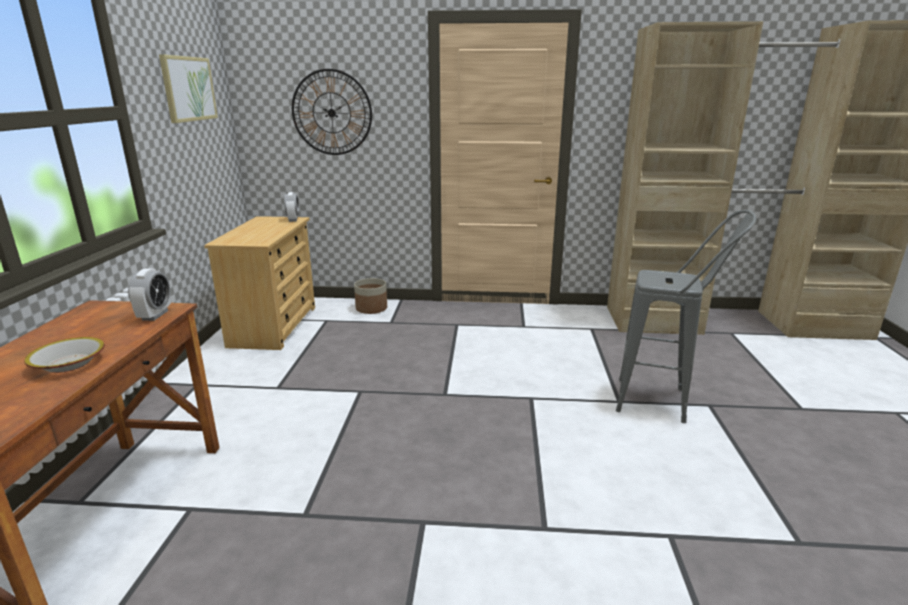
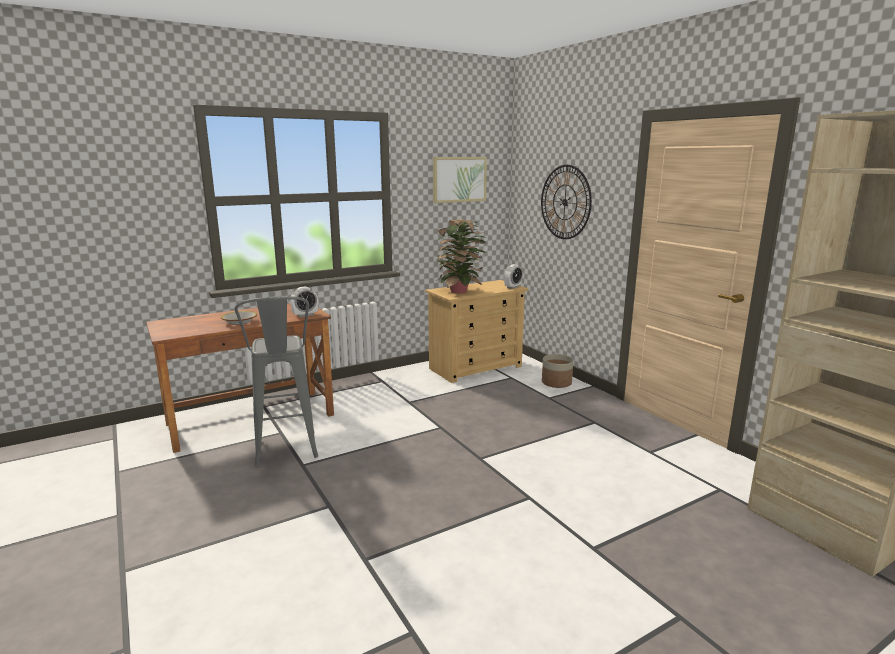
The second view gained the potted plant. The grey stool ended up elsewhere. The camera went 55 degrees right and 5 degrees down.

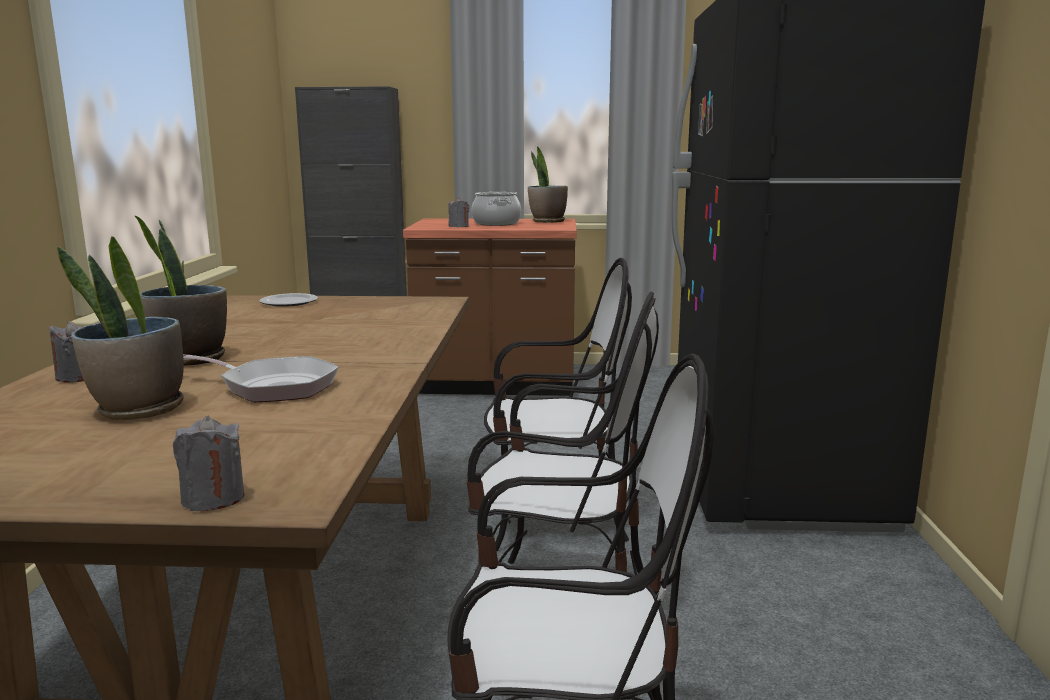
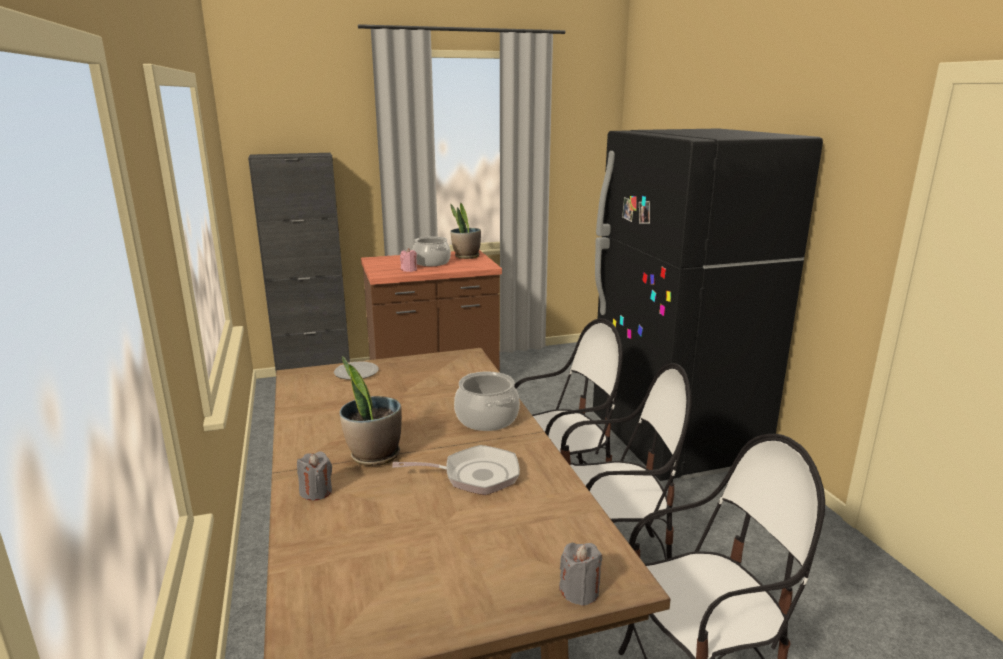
The second view lost the potted plant (no. 1 from left). The second view gained the stockpot (no. 2 from left). What was the grey wax light (no. 3 from left) turned into the pink-coloured wax light. The camera went 20 degrees left and 5 degrees up.

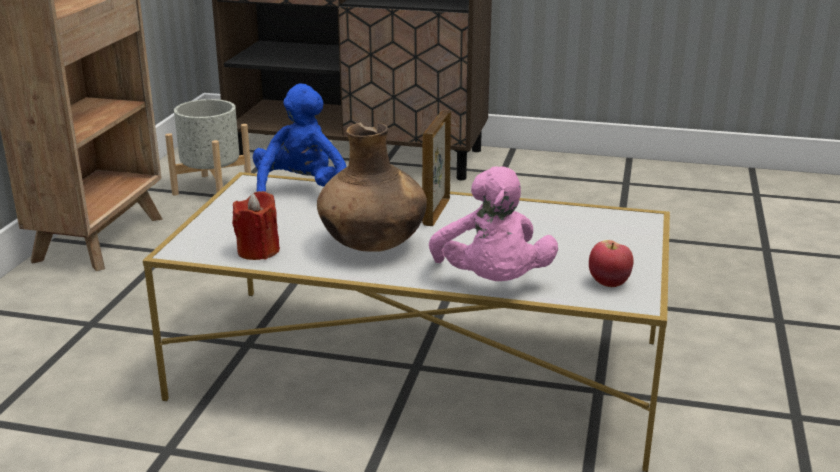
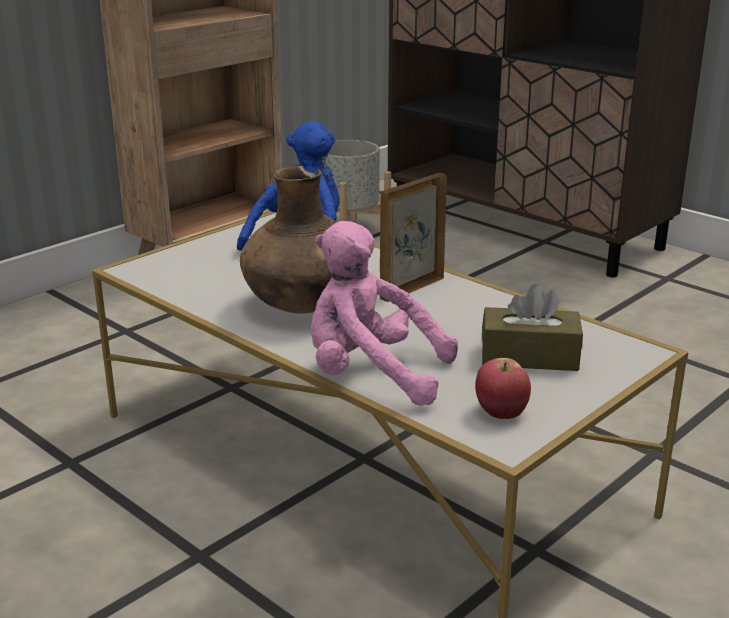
The second view lost the red-coloured wax light. The second view gained the brownish tissue box. The pink-coloured soft toy ended up facing another way, 90 degrees clockwise from before. The camera went 30 degrees right and 0 degrees up.

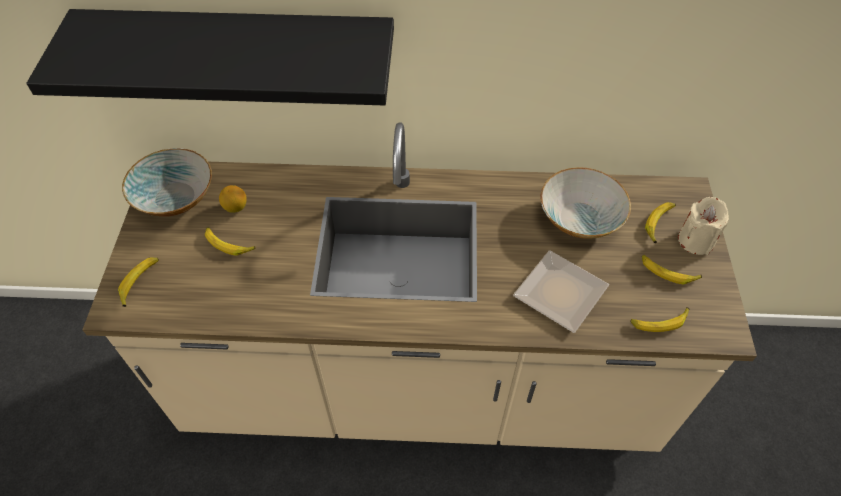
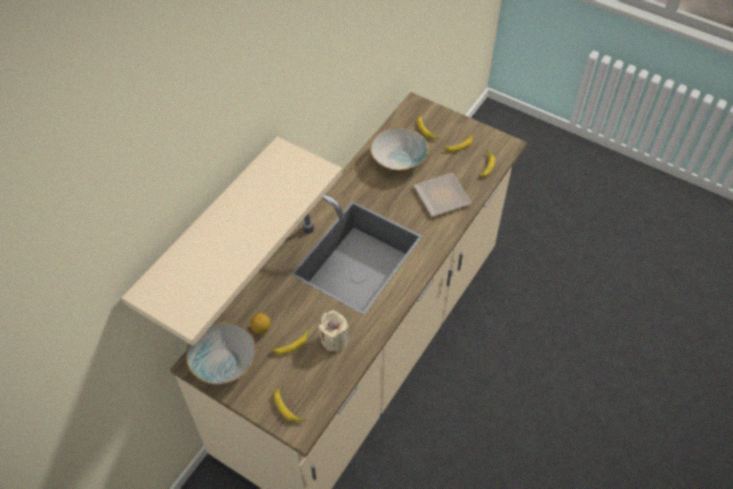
The beige-coloured wax light ended up elsewhere. What was the black-coloured bracket shelf turned into the beige-coloured bracket shelf. The camera went 60 degrees left and 0 degrees up.

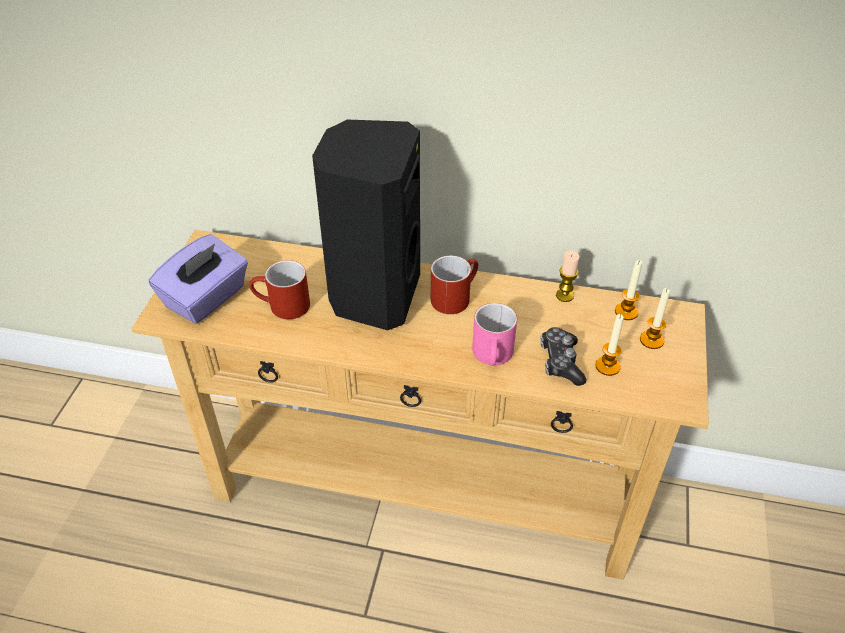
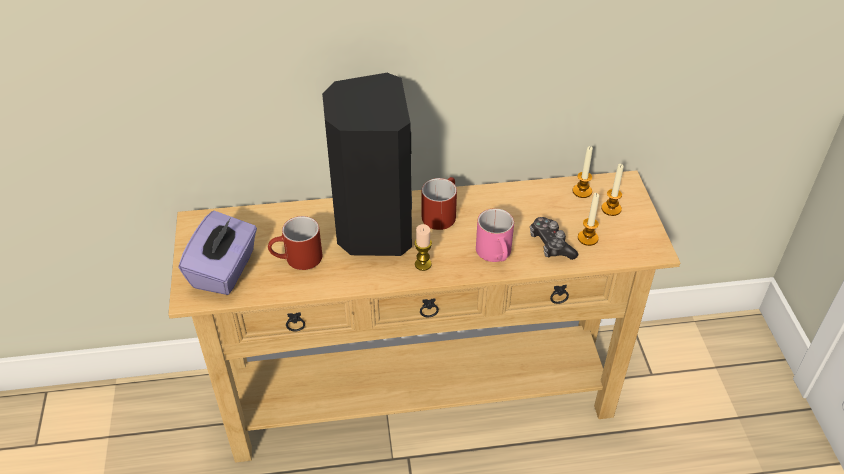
The wax light (no. 1 from left) ended up elsewhere. The camera went 20 degrees left and 0 degrees up.

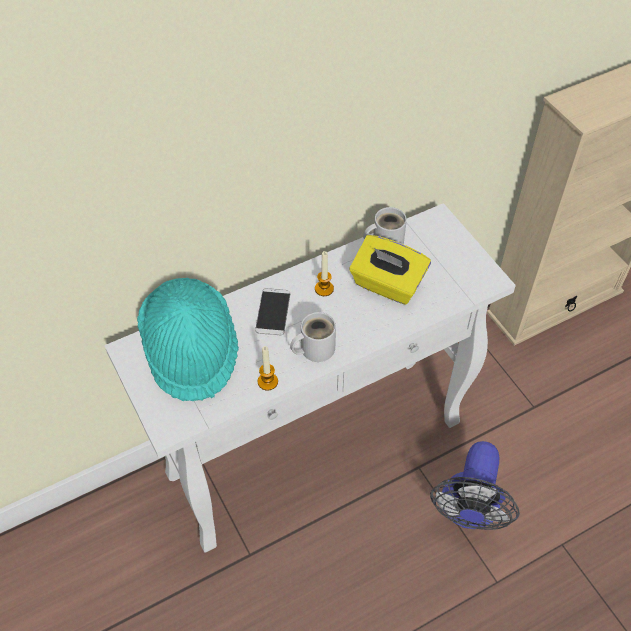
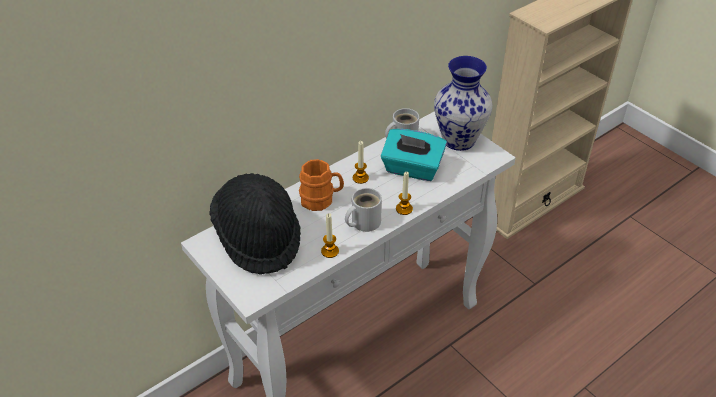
The second view lost the electric fan. The second view gained the wax light (no. 3 from left). The second view gained the vase. Where the handset stood, the orange tea mug came to stand. What was the turquoise wearable hat turned into the black-coloured wearable hat. What was the yellowish tissue box turned into the turquoise tissue box. The camera went 10 degrees left and 10 degrees down.

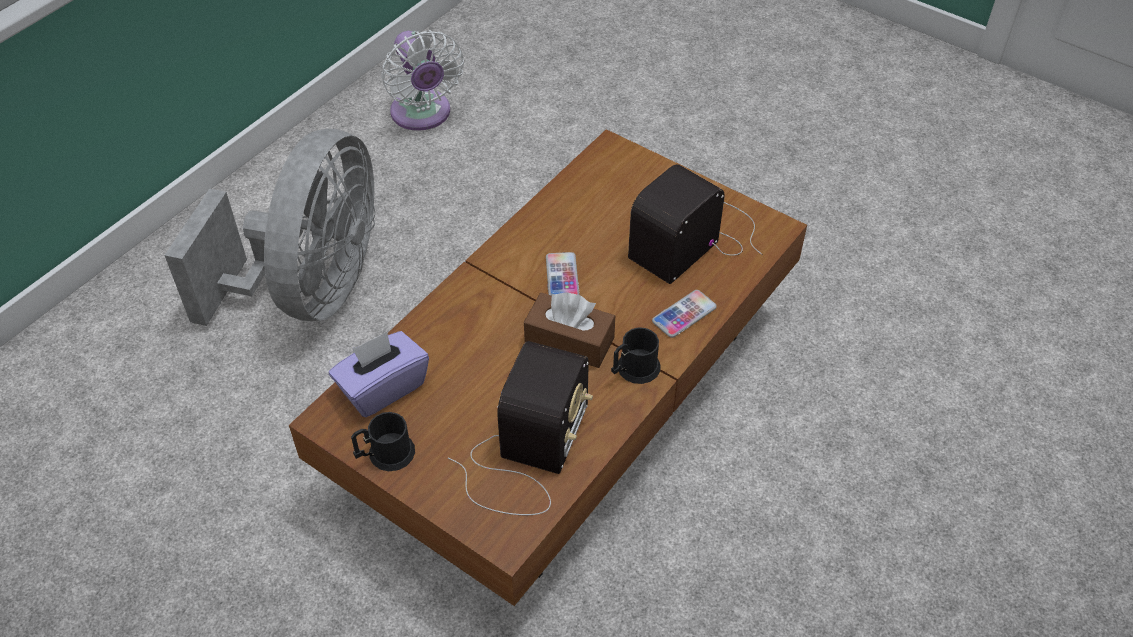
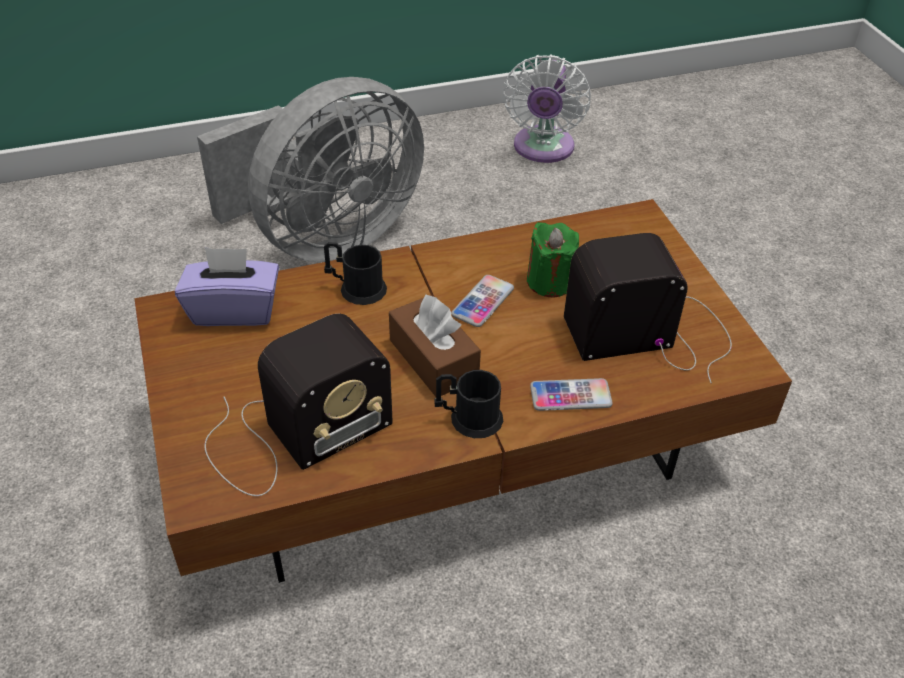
The second view gained the green-coloured wax light. The black-coloured tea mug (no. 1 from left) ended up elsewhere. The camera went 35 degrees right and 5 degrees down.

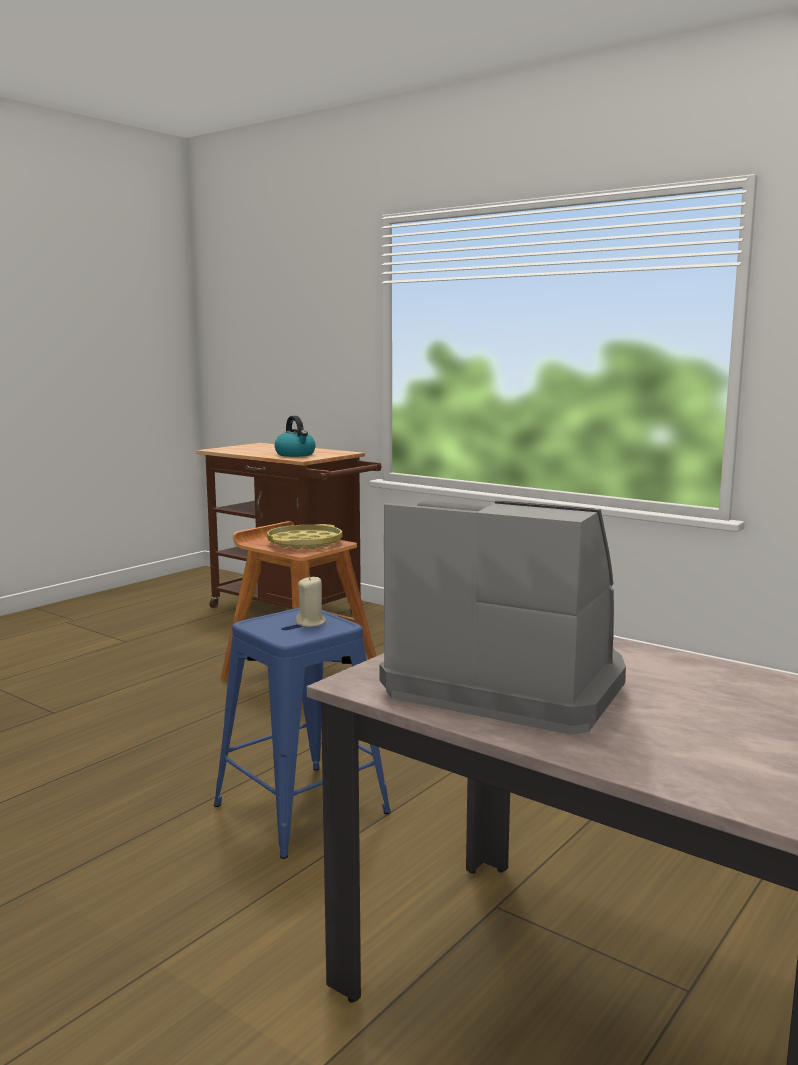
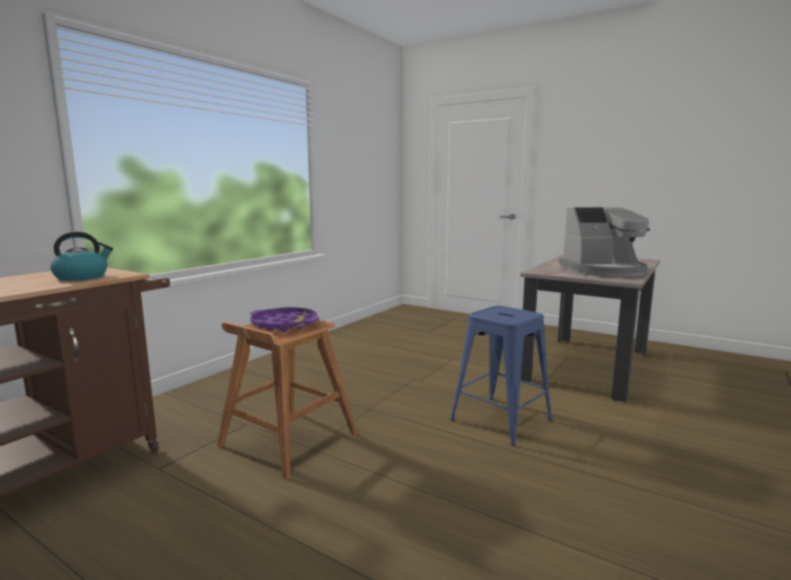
The second view lost the beige-coloured wax light. What was the yellowish serving tray turned into the purplish serving tray. The coffee brewer ended up facing another way, 120 degrees counterclockwise from before. The camera went 95 degrees left and 0 degrees up.

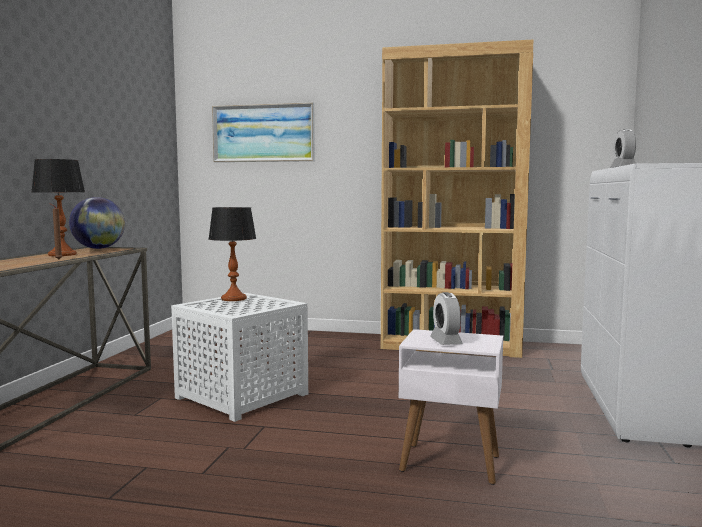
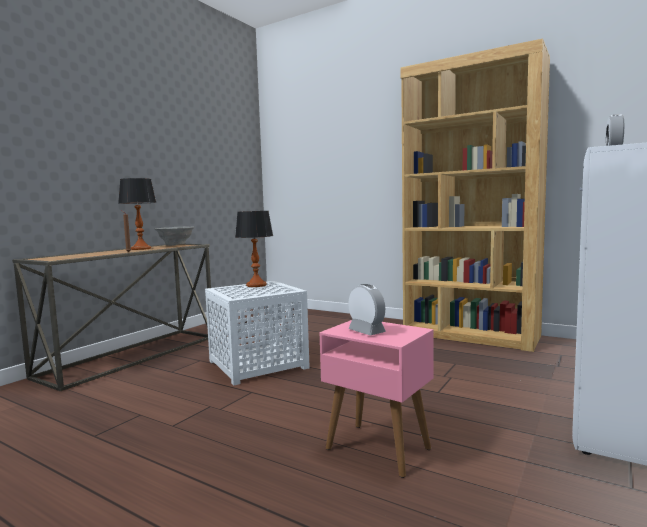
The second view lost the picture. Where the world globe stood, the grey serving bowl came to stand. What was the whitish side table (no. 2 from left) turned into the pink-coloured side table. The table clock (no. 1 from left) ended up facing another way, 135 degrees clockwise from before. The camera went 20 degrees right and 0 degrees up.

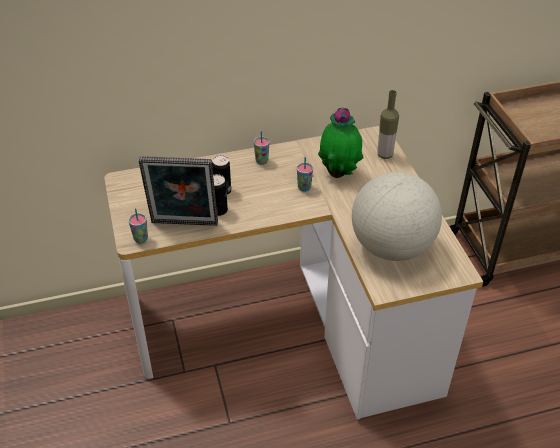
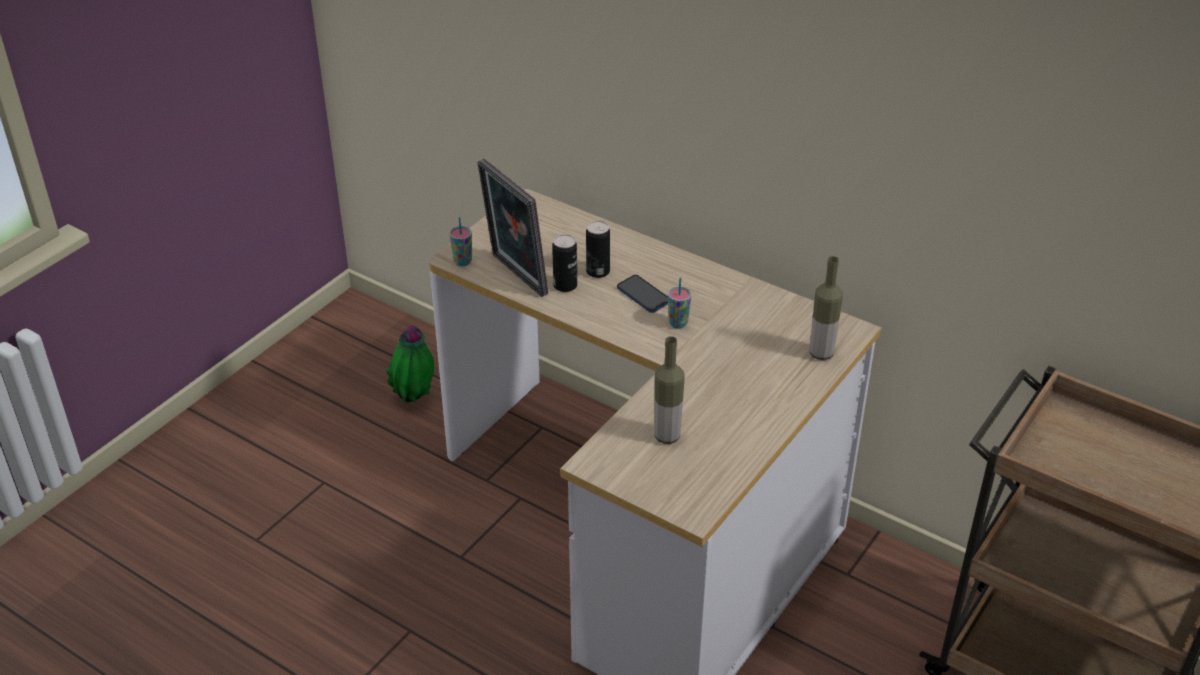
The second view lost the small cup (no. 2 from left). The second view gained the handset. The potted plant ended up elsewhere. Where the world globe stood, the drink bottle (no. 1 from left) came to stand. The camera went 50 degrees right and 5 degrees down.

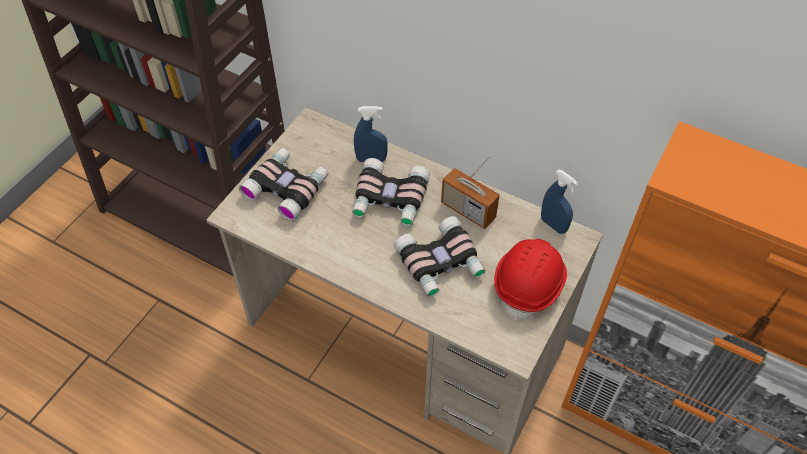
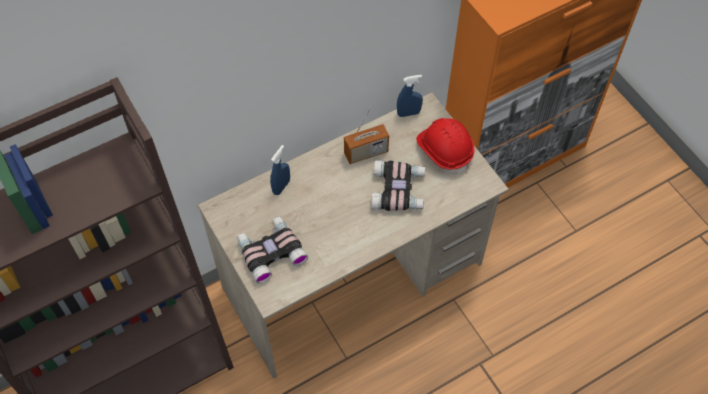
The second view lost the binoculars (no. 2 from left). The camera went 60 degrees left and 5 degrees up.

